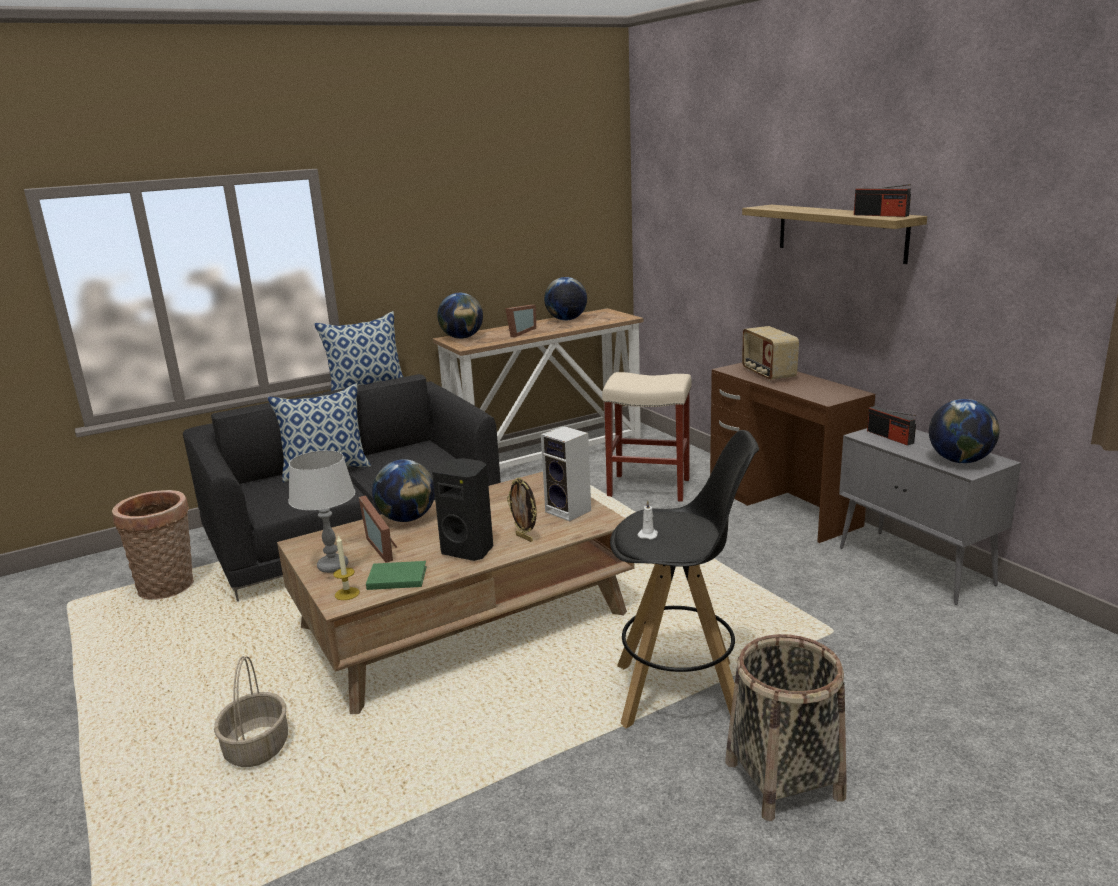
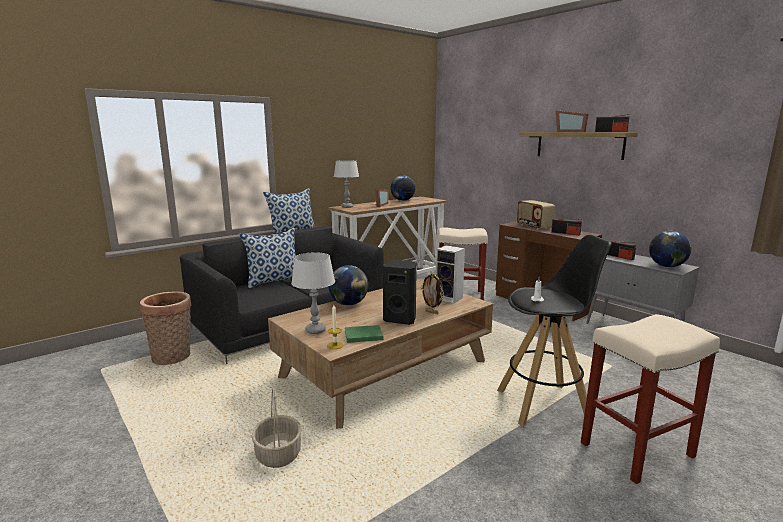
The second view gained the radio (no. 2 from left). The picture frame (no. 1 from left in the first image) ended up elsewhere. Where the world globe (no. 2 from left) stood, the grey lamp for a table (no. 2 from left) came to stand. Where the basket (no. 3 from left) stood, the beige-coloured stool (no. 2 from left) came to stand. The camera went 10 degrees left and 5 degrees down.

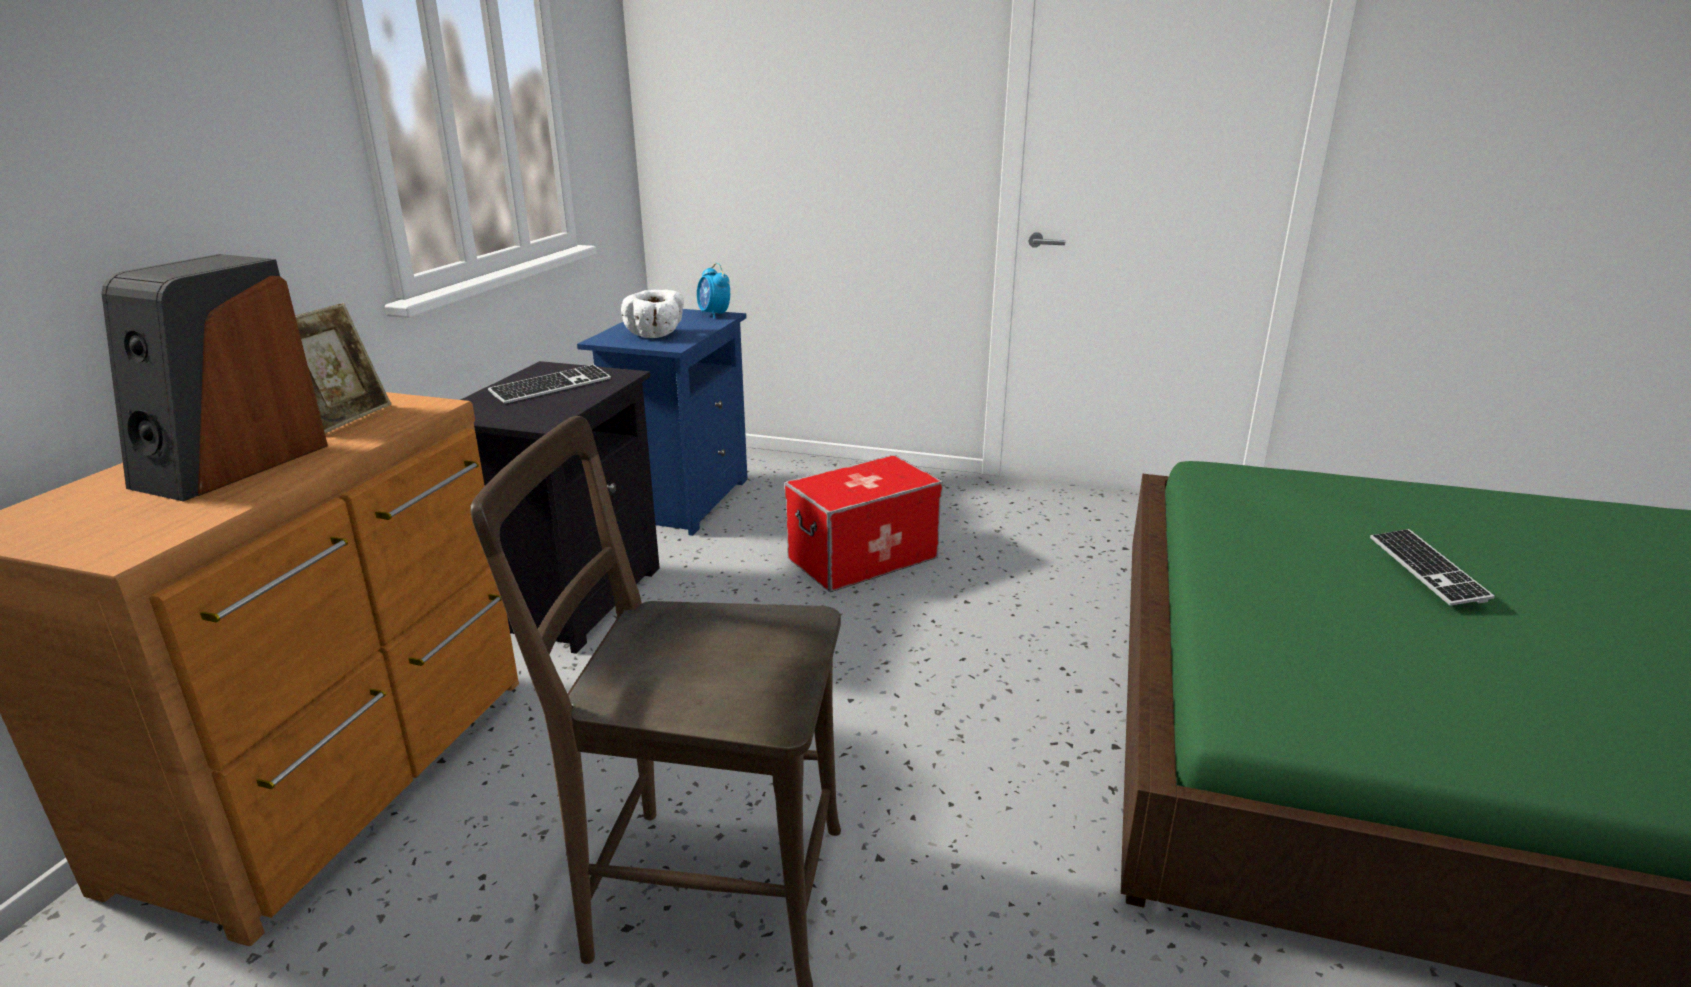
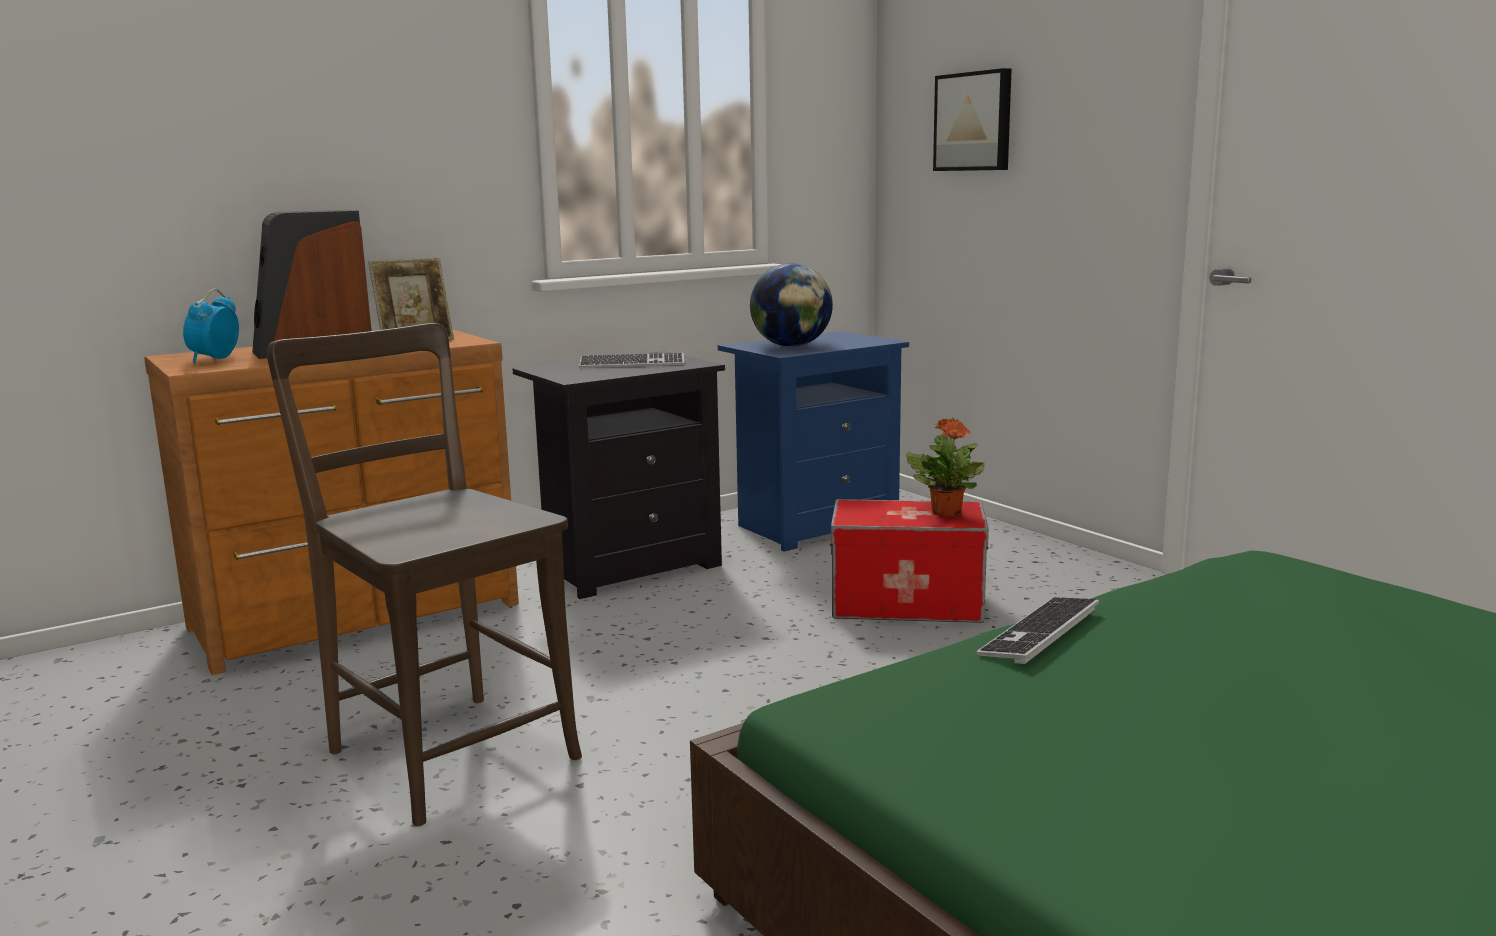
The second view gained the potted plant. The second view gained the picture. The table clock ended up elsewhere. The computer keyboard (no. 2 from left) ended up elsewhere. Where the whitish serving bowl stood, the world globe came to stand. The camera went 40 degrees right and 10 degrees down.

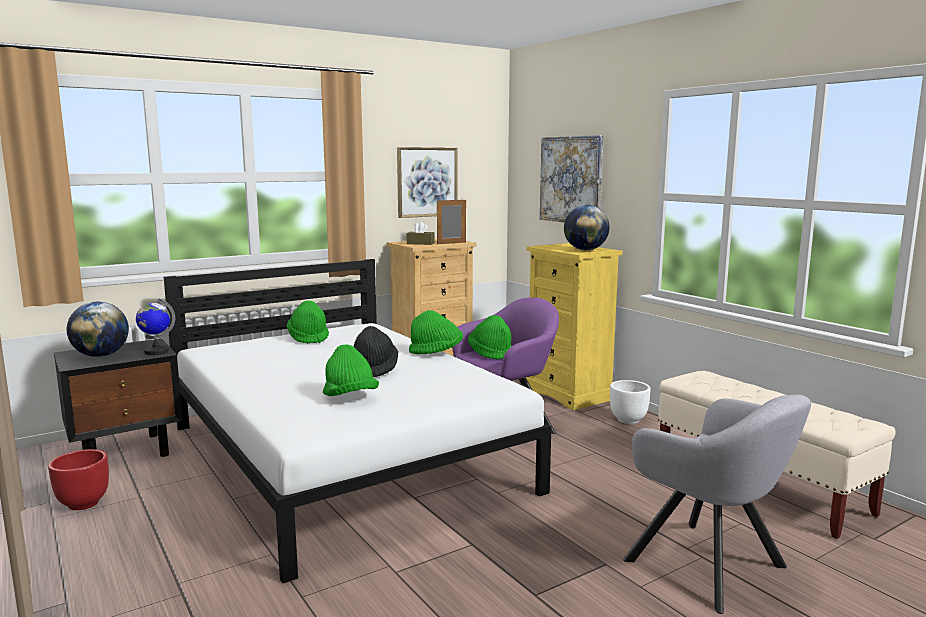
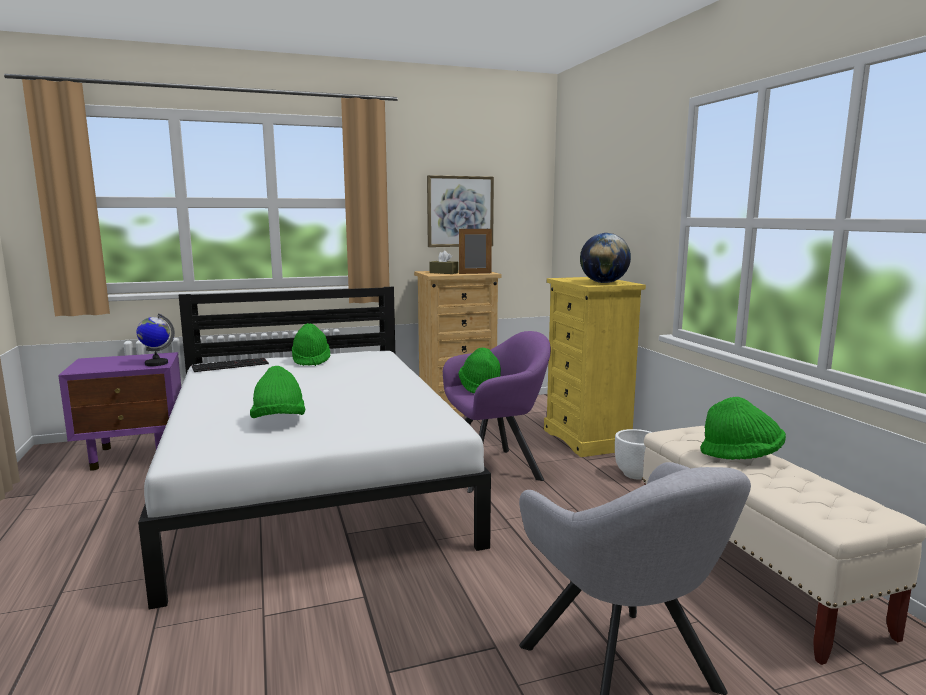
The second view lost the red-coloured planter. The second view lost the world globe (no. 1 from left). The second view lost the black-coloured wearable hat. The second view lost the picture (no. 2 from left). The second view gained the computer keyboard. The green-coloured wearable hat (no. 3 from left in the first image) ended up elsewhere. What was the black-coloured bedside table turned into the purplish bedside table. The camera went 15 degrees right and 0 degrees up.

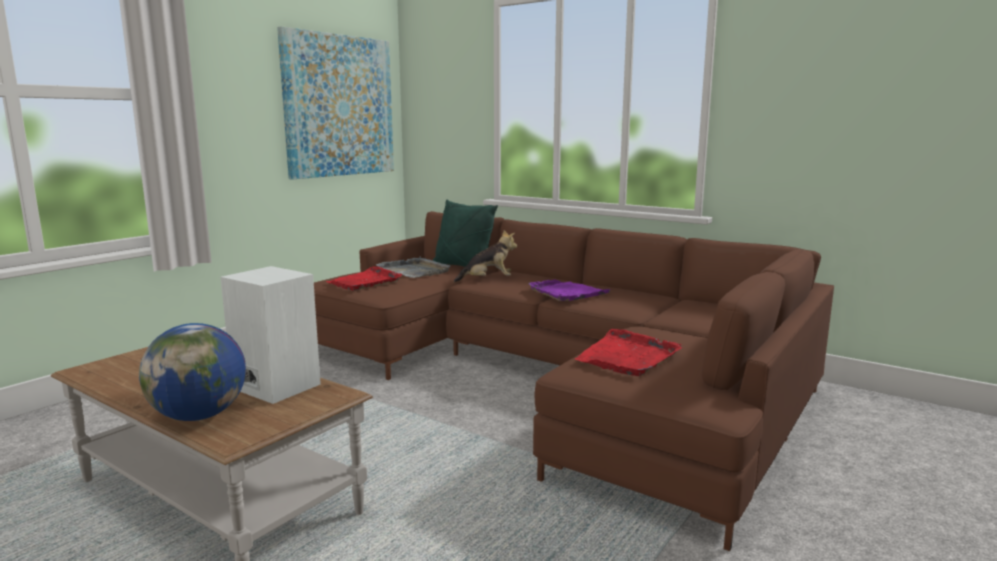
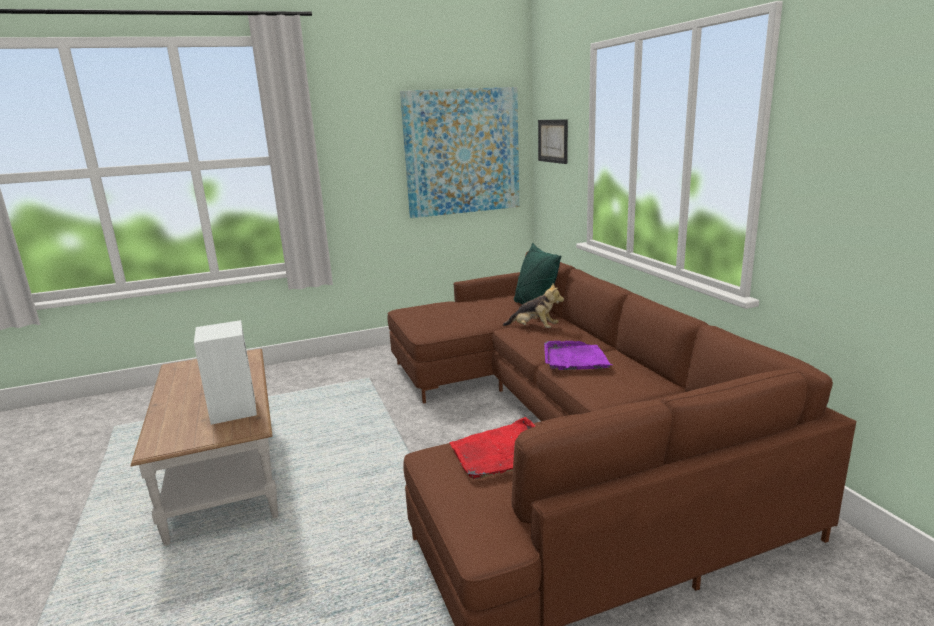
The second view lost the world globe. The second view lost the red-coloured serving tray (no. 1 from left). The second view lost the grey serving tray. The second view gained the picture (no. 2 from left). The camera went 35 degrees right and 5 degrees up.

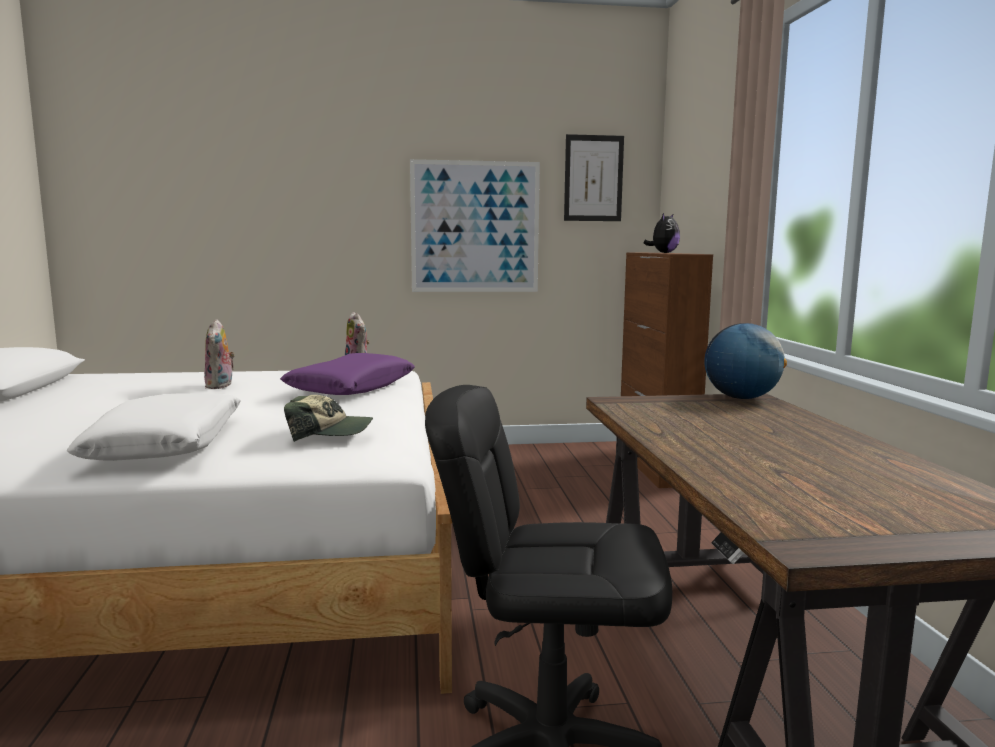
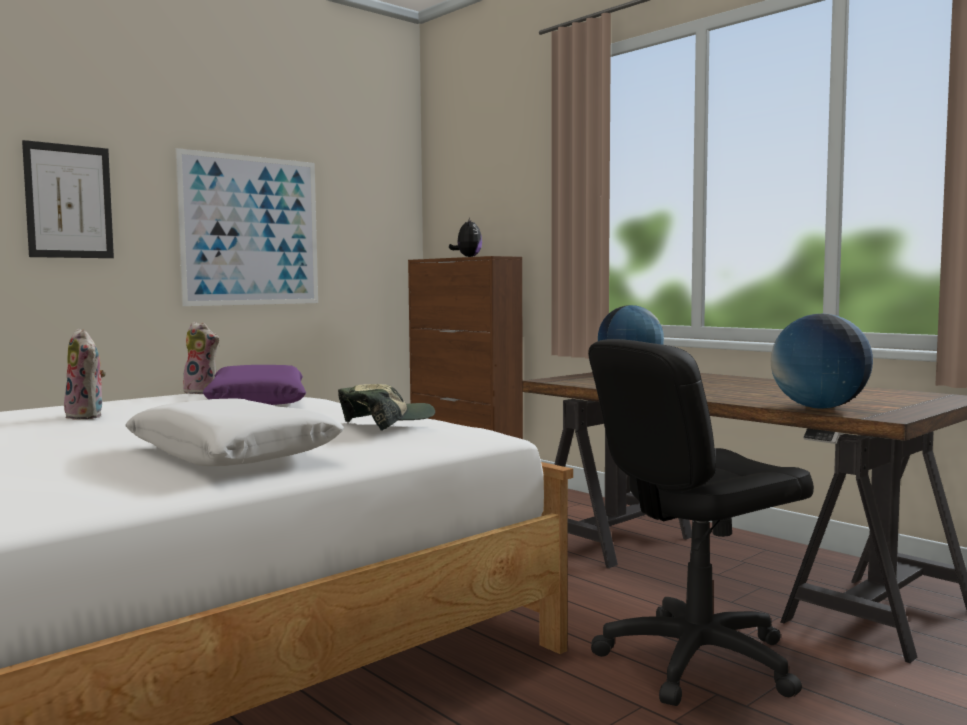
The second view gained the world globe (no. 2 from left). The picture (no. 2 from left in the first image) ended up elsewhere. The camera went 35 degrees left and 5 degrees down.

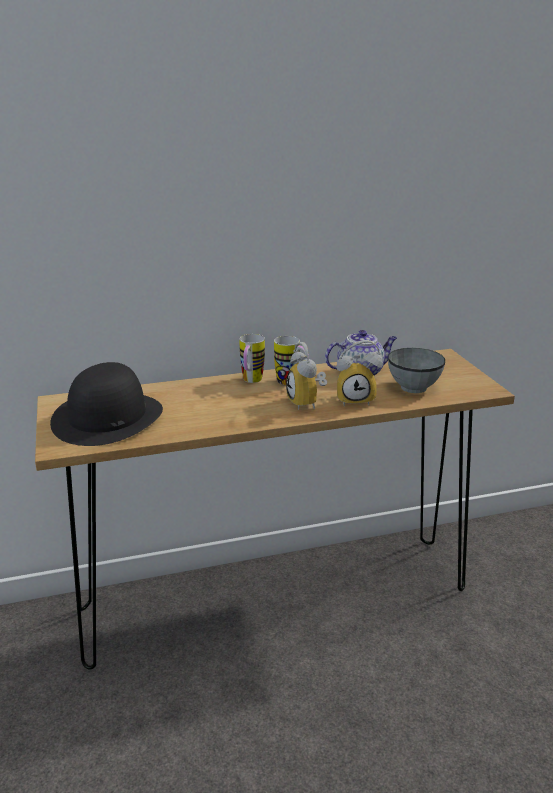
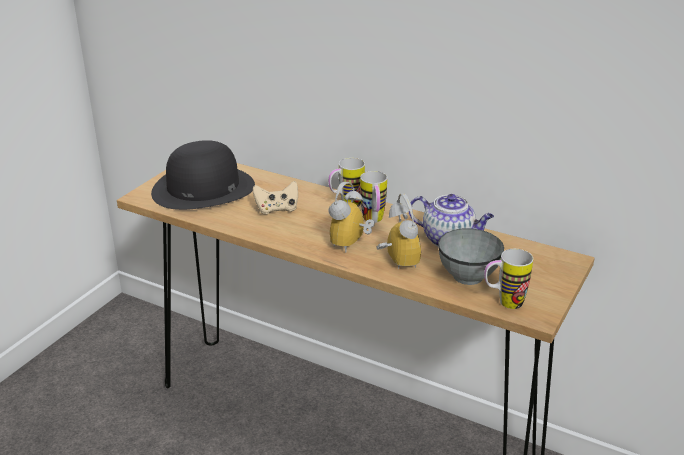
The second view gained the beige-coloured game controller. The second view gained the tea mug (no. 3 from left). The table clock (no. 2 from left) ended up facing another way, 150 degrees counterclockwise from before. The camera went 45 degrees right and 5 degrees up.

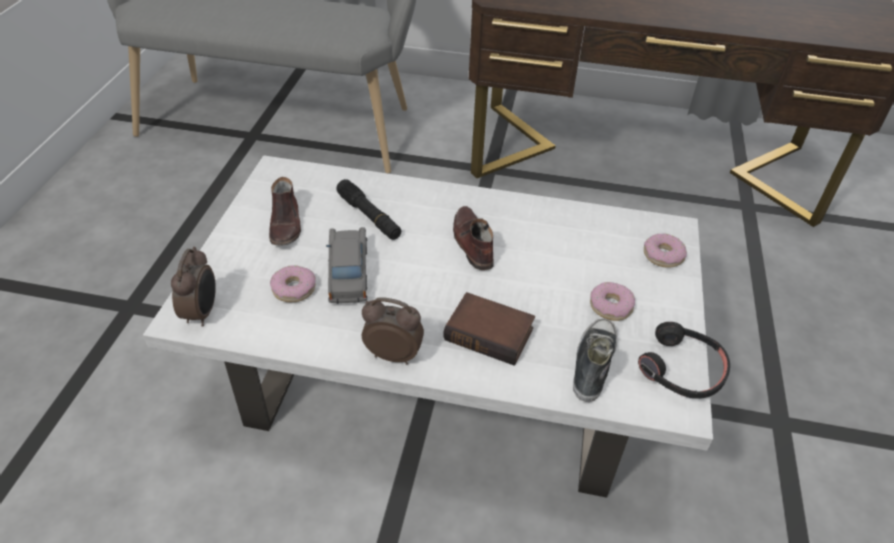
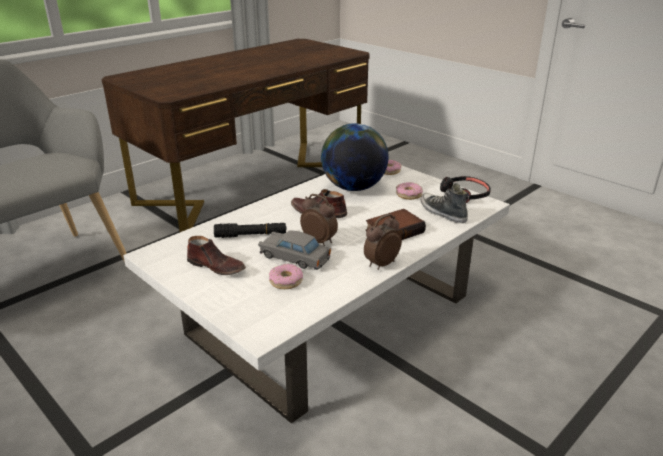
The second view gained the world globe. The table clock (no. 1 from left) ended up elsewhere. The camera went 55 degrees left and 15 degrees down.

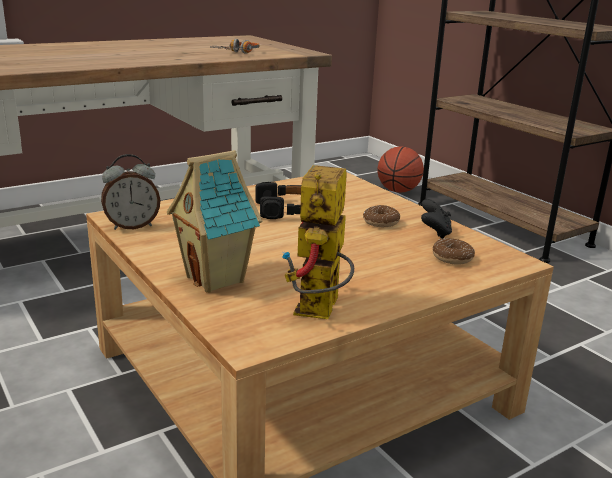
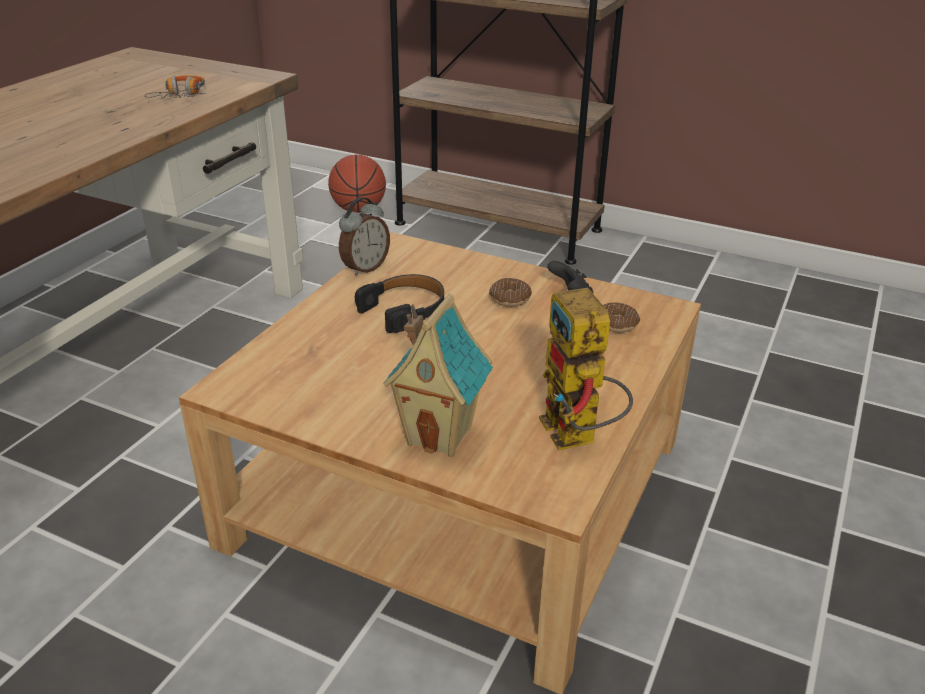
The table clock ended up elsewhere. The camera went 30 degrees left and 10 degrees up.

